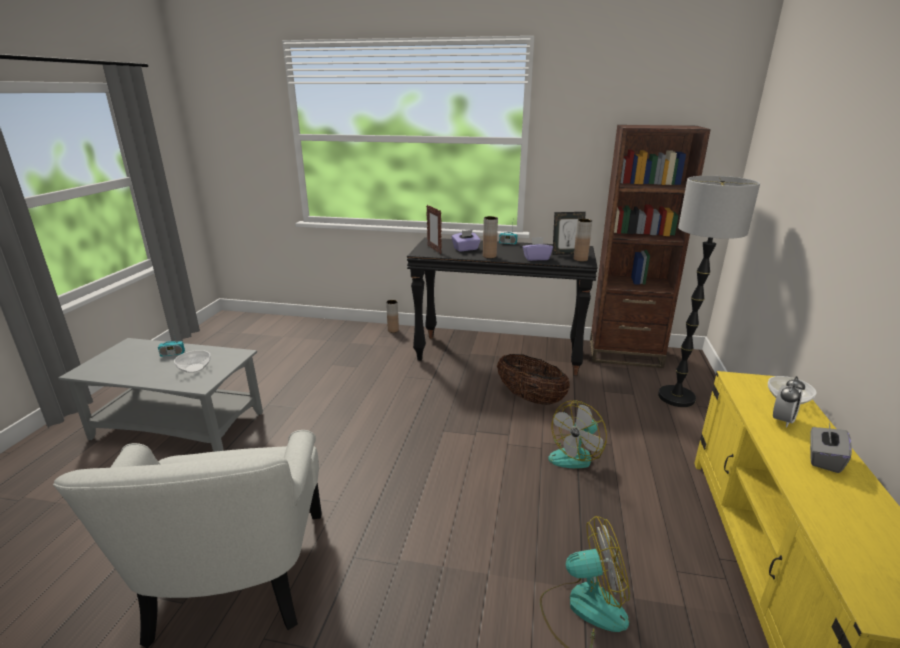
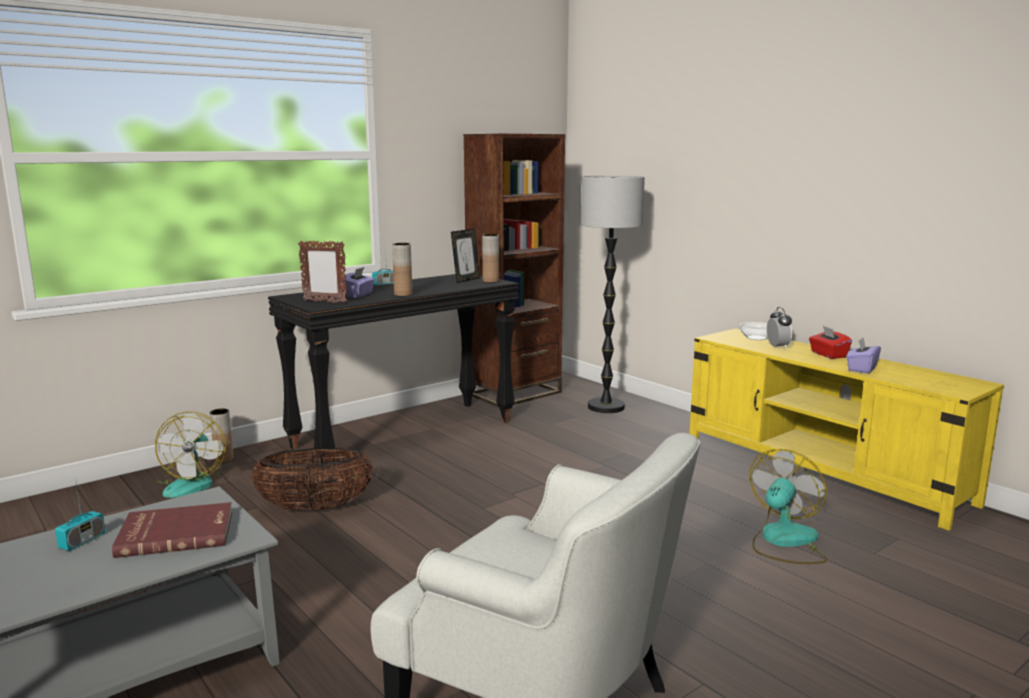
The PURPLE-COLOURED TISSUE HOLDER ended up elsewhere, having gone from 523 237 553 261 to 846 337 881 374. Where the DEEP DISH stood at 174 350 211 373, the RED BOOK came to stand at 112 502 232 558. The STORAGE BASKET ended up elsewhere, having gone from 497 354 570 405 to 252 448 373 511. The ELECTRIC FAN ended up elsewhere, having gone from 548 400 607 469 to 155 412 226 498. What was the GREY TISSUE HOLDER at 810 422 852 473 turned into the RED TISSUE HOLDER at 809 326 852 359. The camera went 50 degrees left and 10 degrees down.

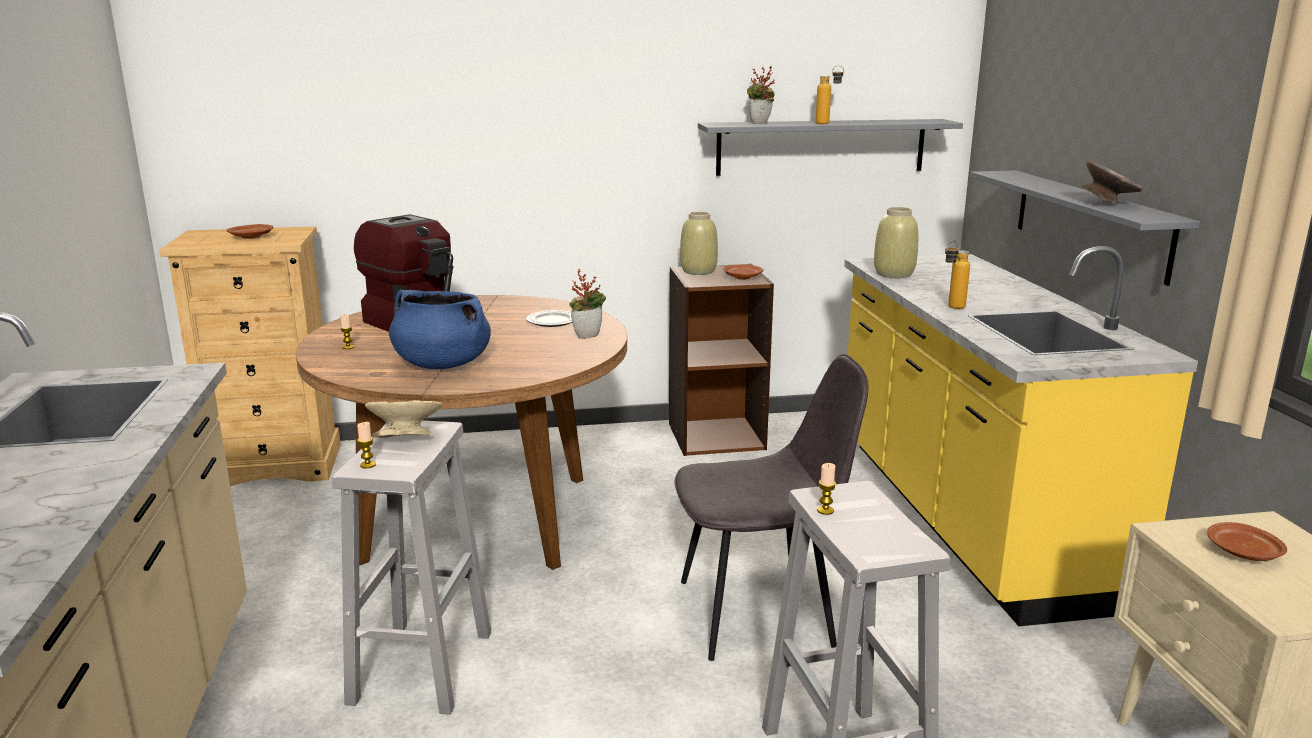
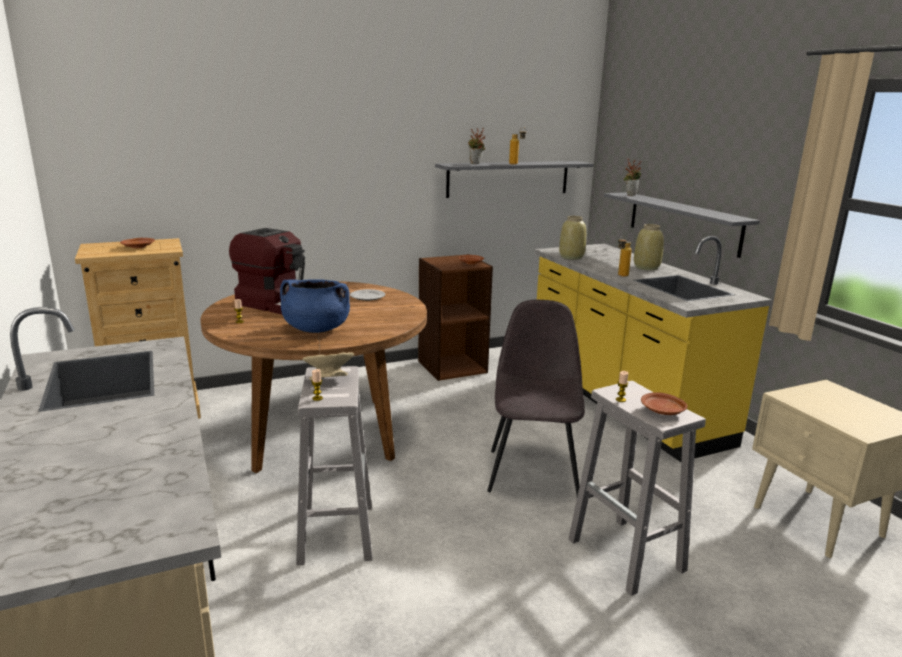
The second view lost the GREY DEEP DISH at 1082 160 1143 204. The BEIGE FLOWER VASE ended up elsewhere, having gone from 680 212 718 275 to 634 224 664 270. The HOUSEPLANT ended up elsewhere, having gone from 569 269 606 339 to 624 159 641 196. The GREY CHAIR at 674 354 868 661 ended up facing another way, 60 degrees counterclockwise from before. The BROWNISH FLAT DISH ended up elsewhere, having gone from 1207 522 1287 561 to 641 392 688 415. The camera went 15 degrees left and 0 degrees up.

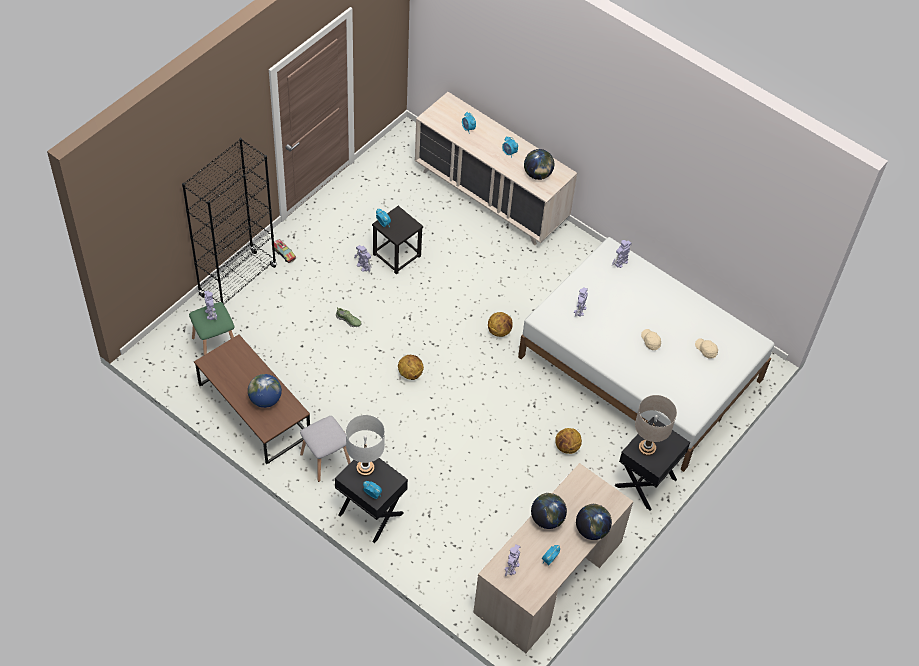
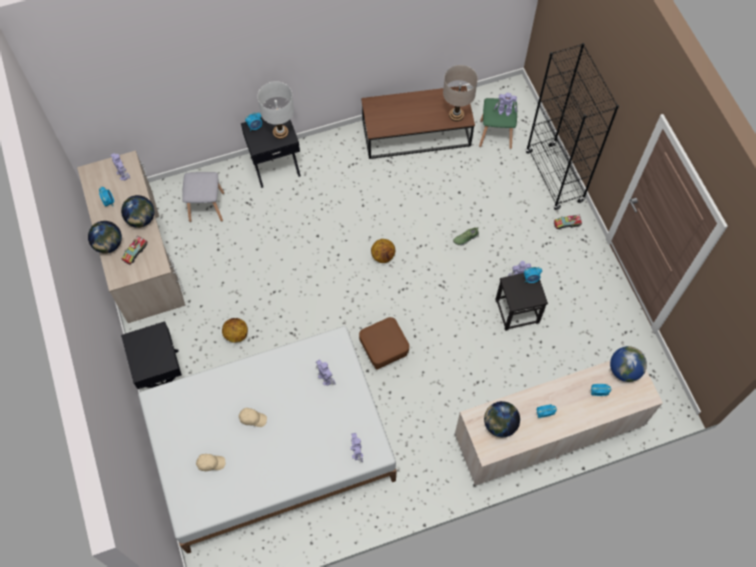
Where the BASKETBALL BALL stood at 488 312 513 337, the BROWNISH FOOTREST came to stand at 359 317 409 369. The GLOBE ended up elsewhere, having gone from 248 374 282 408 to 610 346 647 382. The BEIGE TABLE LAMP ended up elsewhere, having gone from 635 395 677 456 to 443 65 478 121. The GREY STOOL ended up elsewhere, having gone from 300 416 351 482 to 182 172 224 222. The second view gained the TOY LORRY at 122 236 147 265. The camera went 125 degrees right and 10 degrees up.

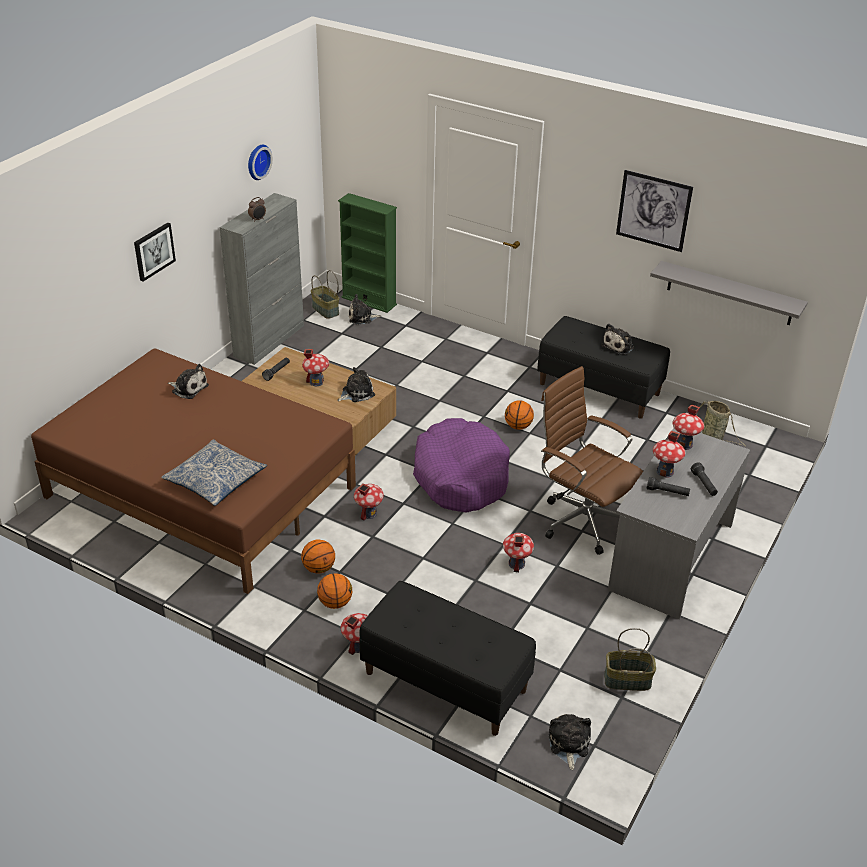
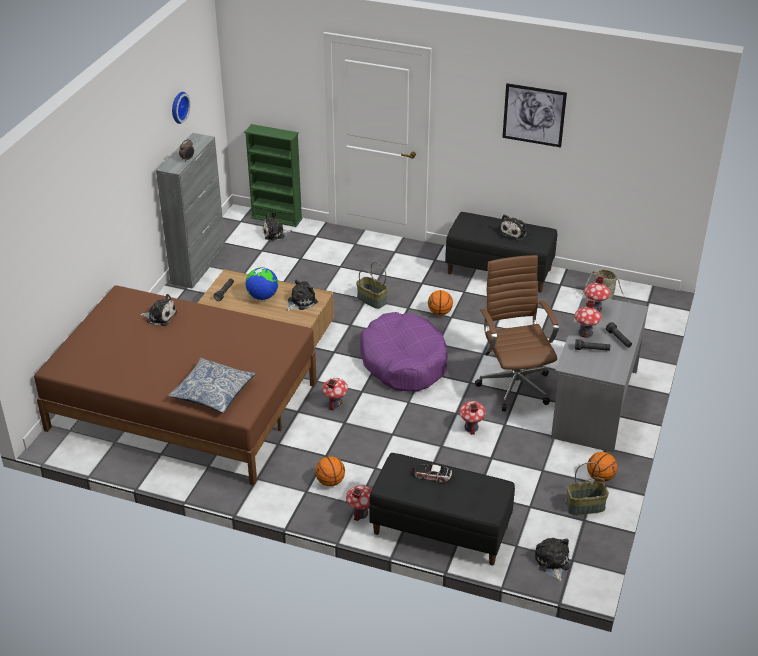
The second view lost the WALL ART at 134 223 176 282. The second view lost the GREY SHELF at 650 261 808 325. The STORAGE BASKET ended up elsewhere, having gone from 311 270 339 319 to 356 262 388 309. Where the MINIATURE HOUSE stood at 302 349 329 386, the GLOBE came to stand at 245 267 278 300. The BROWNISH OFFICE CHAIR at 541 366 643 555 ended up facing another way, 45 degrees clockwise from before. The BASKETBALL BALL ended up elsewhere, having gone from 301 540 335 574 to 587 452 617 482. The second view gained the MINIATURE CAR at 414 464 452 483. The camera went 10 degrees left and 0 degrees up.

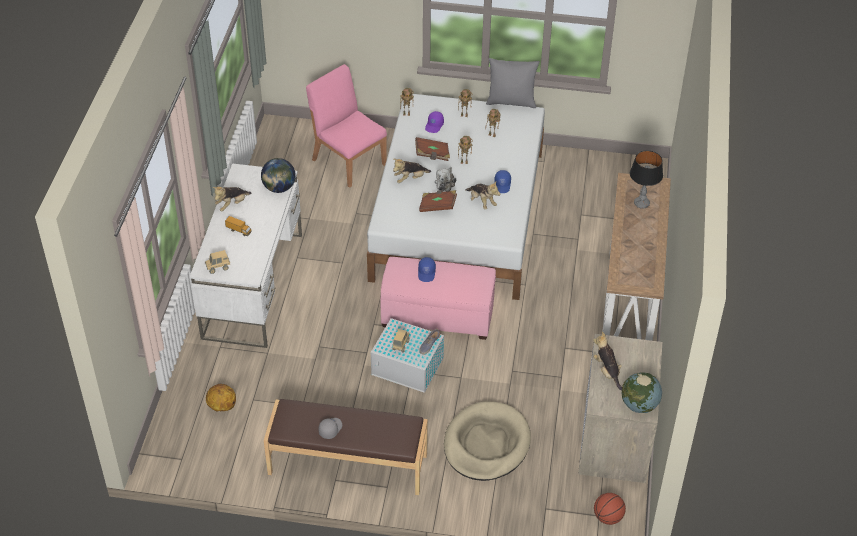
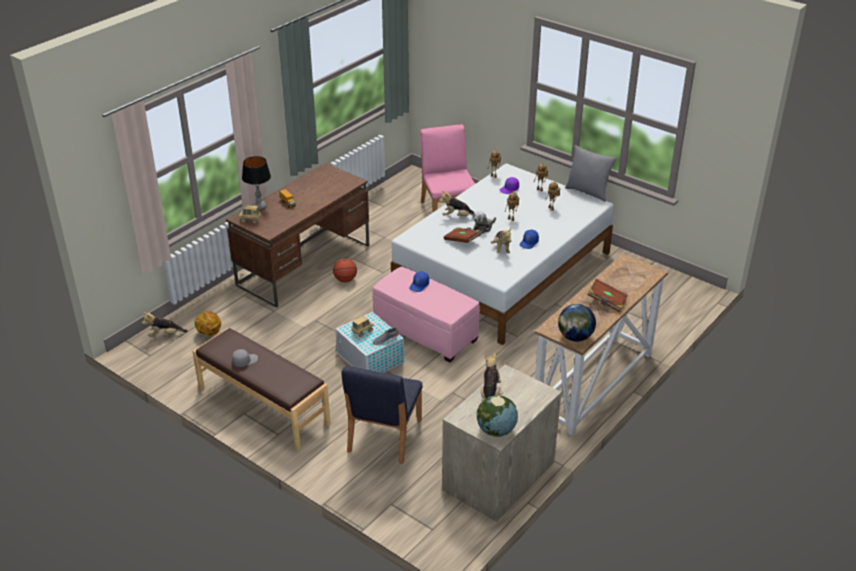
The BROWNISH BOOK ended up elsewhere, having gone from 415 137 450 161 to 587 279 628 312. The TABLE LAMP ended up elsewhere, having gone from 630 150 663 209 to 242 156 271 210. The GLOBE ended up elsewhere, having gone from 261 158 296 193 to 558 304 596 342. What was the WHITE-COLOURED DESK UNIT at 190 163 302 348 turned into the BROWNISH DESK UNIT at 226 163 369 307. The SOFT TOY ended up elsewhere, having gone from 212 186 251 211 to 142 312 188 337. Where the BEIGE DOG CUSHION stood at 444 401 531 481, the BLUE-COLOURED CHAIR came to stand at 341 366 423 464. The BASKETBALL BALL ended up elsewhere, having gone from 594 493 626 525 to 333 258 357 282. The camera went 30 degrees right and 10 degrees down.

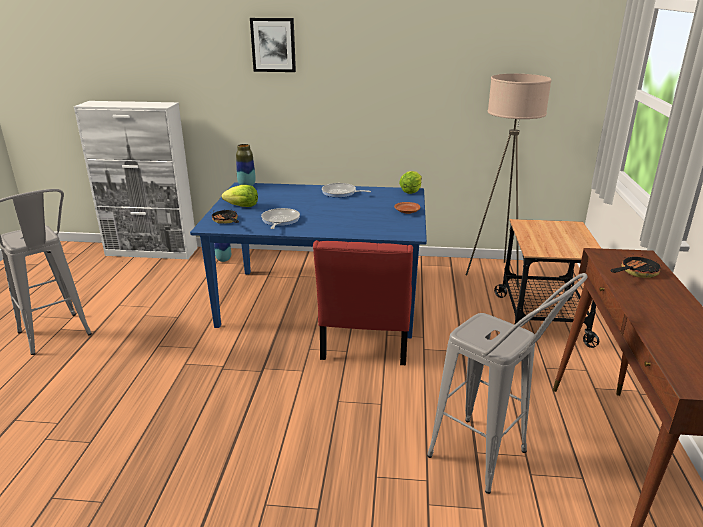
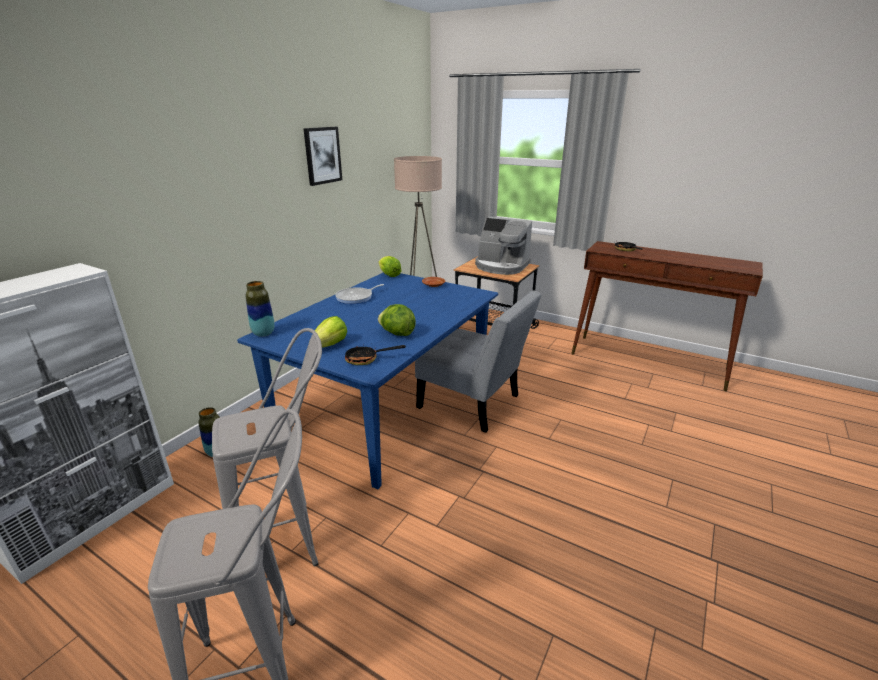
The WALL ART ended up elsewhere, having gone from 250 18 296 72 to 303 127 342 186. Where the SKILLET stood at 261 208 300 229, the LETTUCE came to stand at 378 304 416 336. What was the RED CHAIR at 313 240 413 365 turned into the GREY CHAIR at 415 290 542 433. The GREY STOOL ended up elsewhere, having gone from 427 273 588 494 to 212 328 322 566. The second view gained the COFFEE MAKER at 475 217 532 275. The camera went 65 degrees left and 0 degrees up.

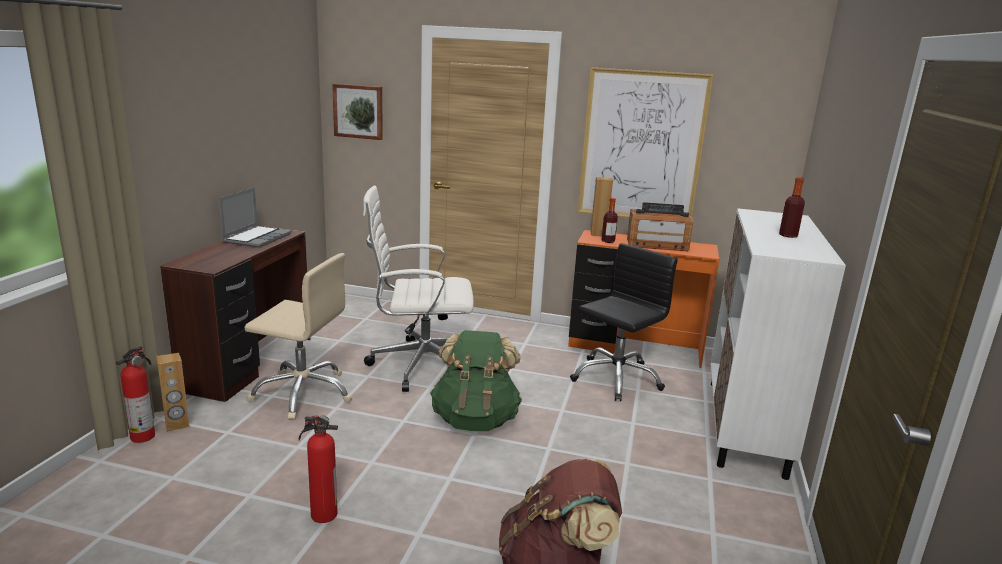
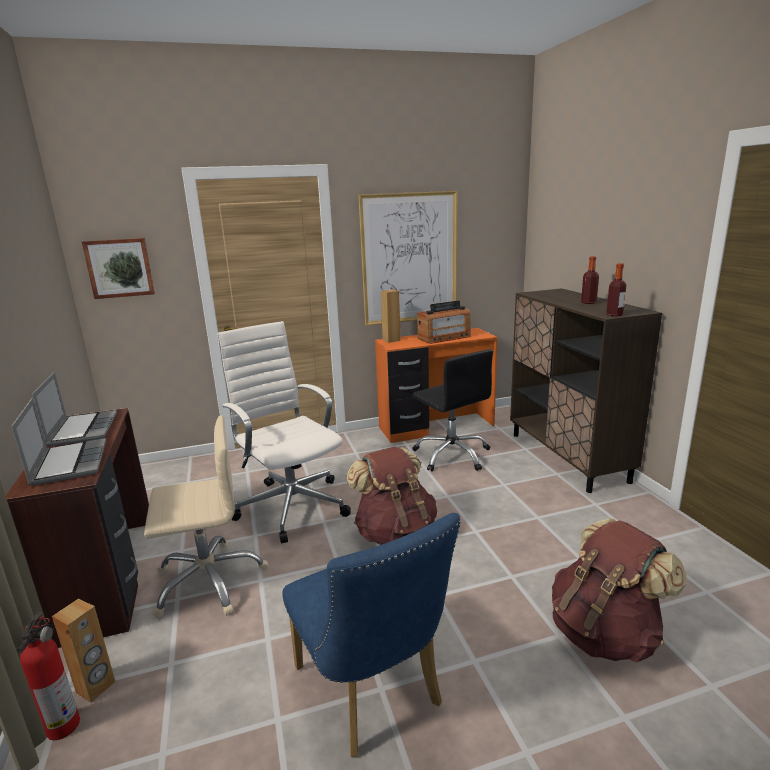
The WHITE-COLOURED OFFICE CHAIR at 363 186 474 392 ended up facing another way, 90 degrees clockwise from before. The BEVERAGE BOTTLE ended up elsewhere, having gone from 601 198 618 243 to 606 263 627 316. What was the WHITE-COLOURED CUPBOARD at 711 208 846 480 turned into the BROWNISH CUPBOARD at 510 288 662 493. The BLACKISH OFFICE CHAIR at 570 243 678 401 ended up facing another way, 135 degrees clockwise from before. What was the GREEN-COLOURED BACKPACK at 430 330 522 431 turned into the BROWNISH BACKPACK at 346 447 437 545. Where the FIRE-FIGHTING CYLINDER stood at 299 415 338 523, the BLUE-COLOURED CHAIR came to stand at 282 513 461 757. The second view gained the LAPTOP at 11 398 106 486. The camera went 30 degrees left and 0 degrees up.

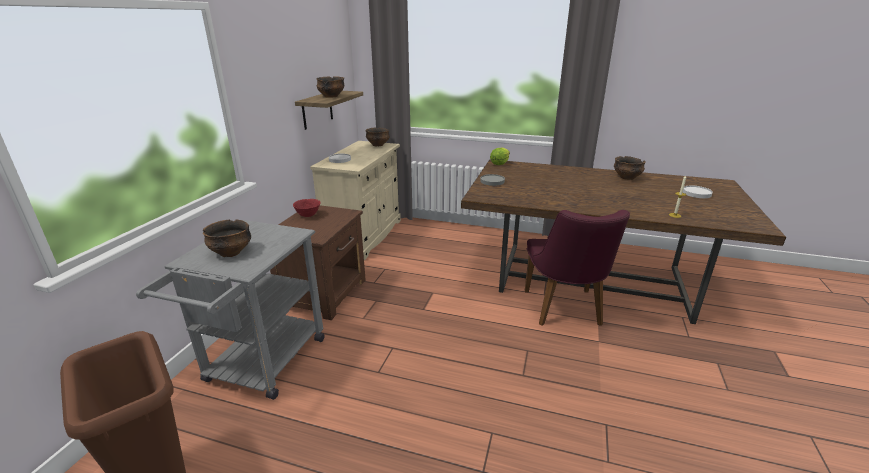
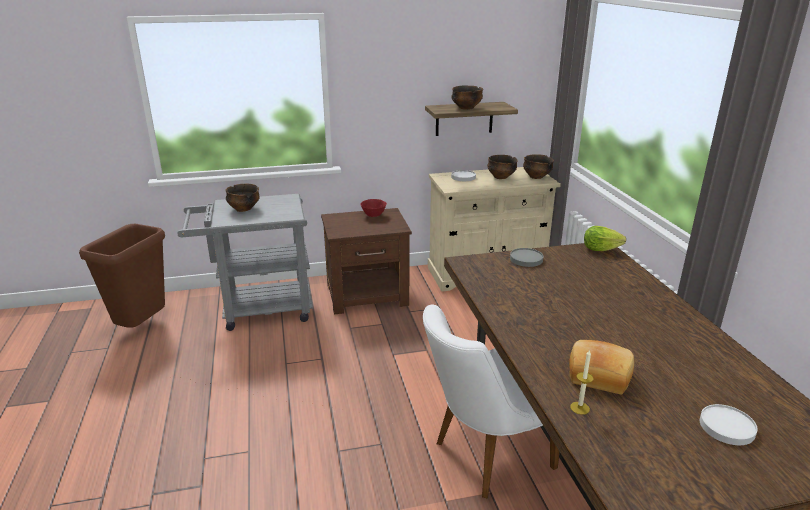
The DEEP DISH ended up elsewhere, having gone from 614 156 646 180 to 487 155 518 179. What was the PURPLE-COLOURED CHAIR at 525 210 630 326 turned into the WHITE-COLOURED CHAIR at 423 305 560 499. The second view gained the BREAD at 569 340 634 394. The camera went 60 degrees right and 0 degrees up.

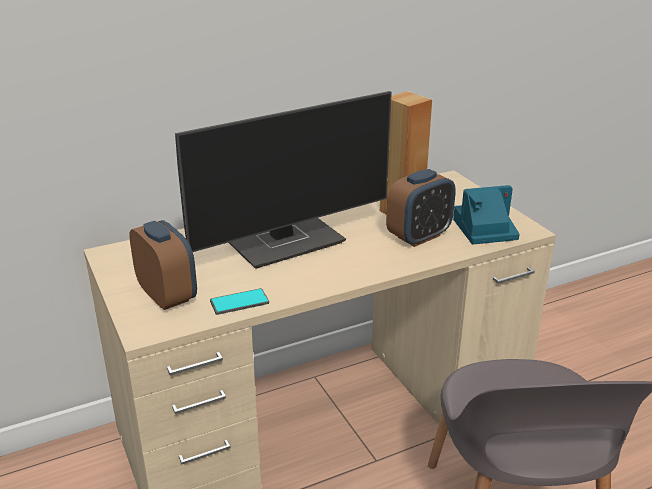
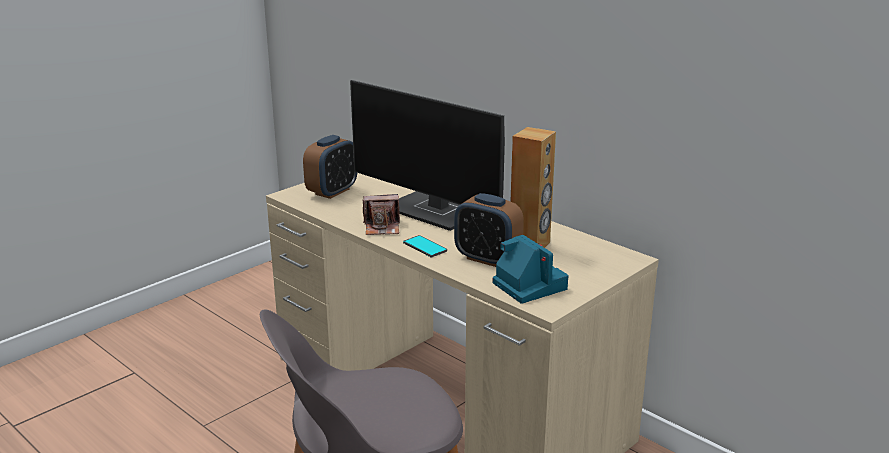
The PHONE ended up elsewhere, having gone from 210 288 269 315 to 403 235 447 257. The second view gained the STILL CAMERA at 363 194 400 235. The camera went 70 degrees right and 5 degrees down.

